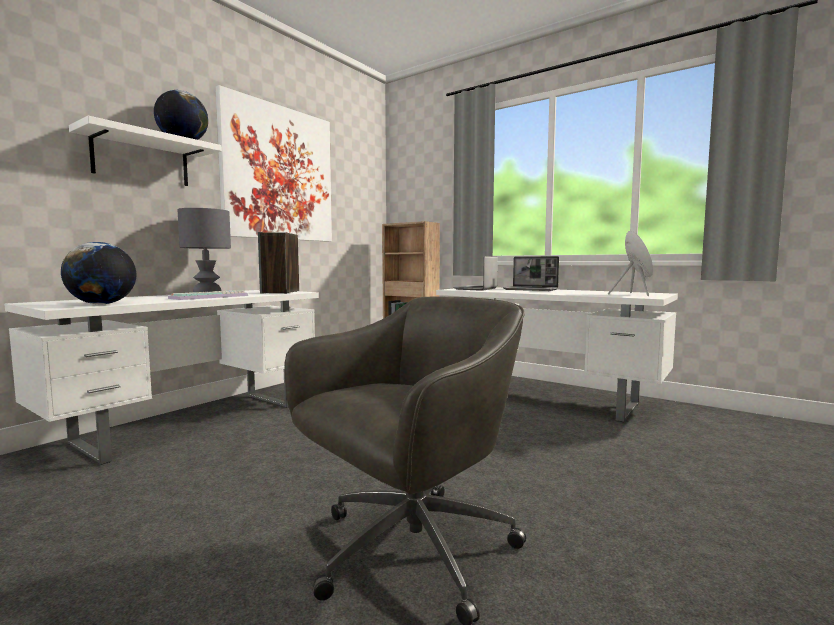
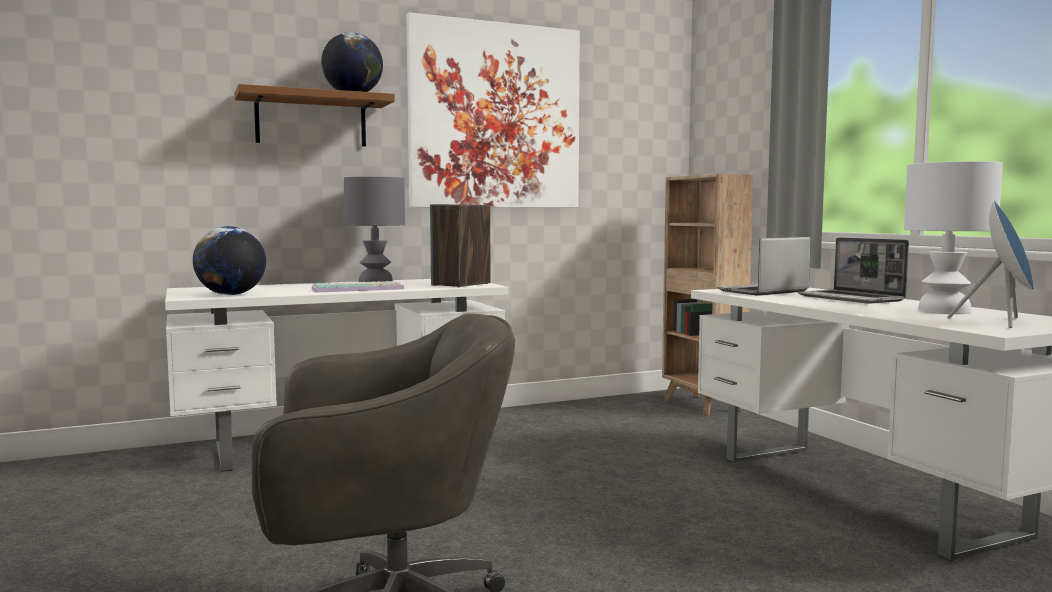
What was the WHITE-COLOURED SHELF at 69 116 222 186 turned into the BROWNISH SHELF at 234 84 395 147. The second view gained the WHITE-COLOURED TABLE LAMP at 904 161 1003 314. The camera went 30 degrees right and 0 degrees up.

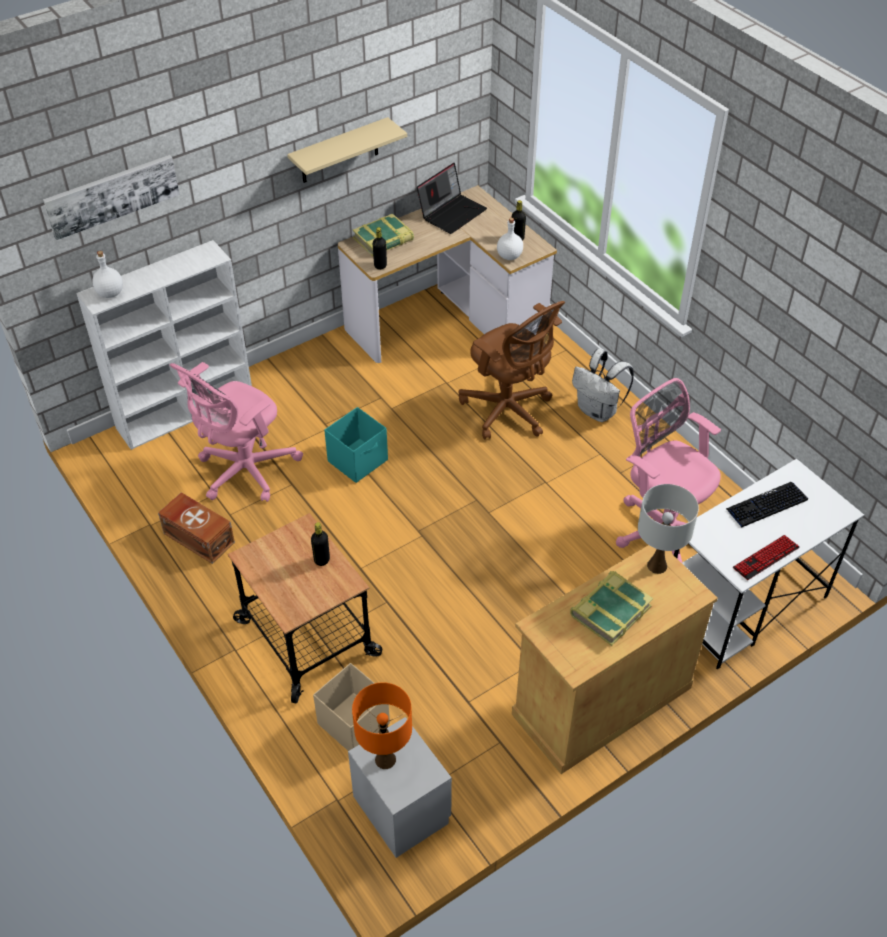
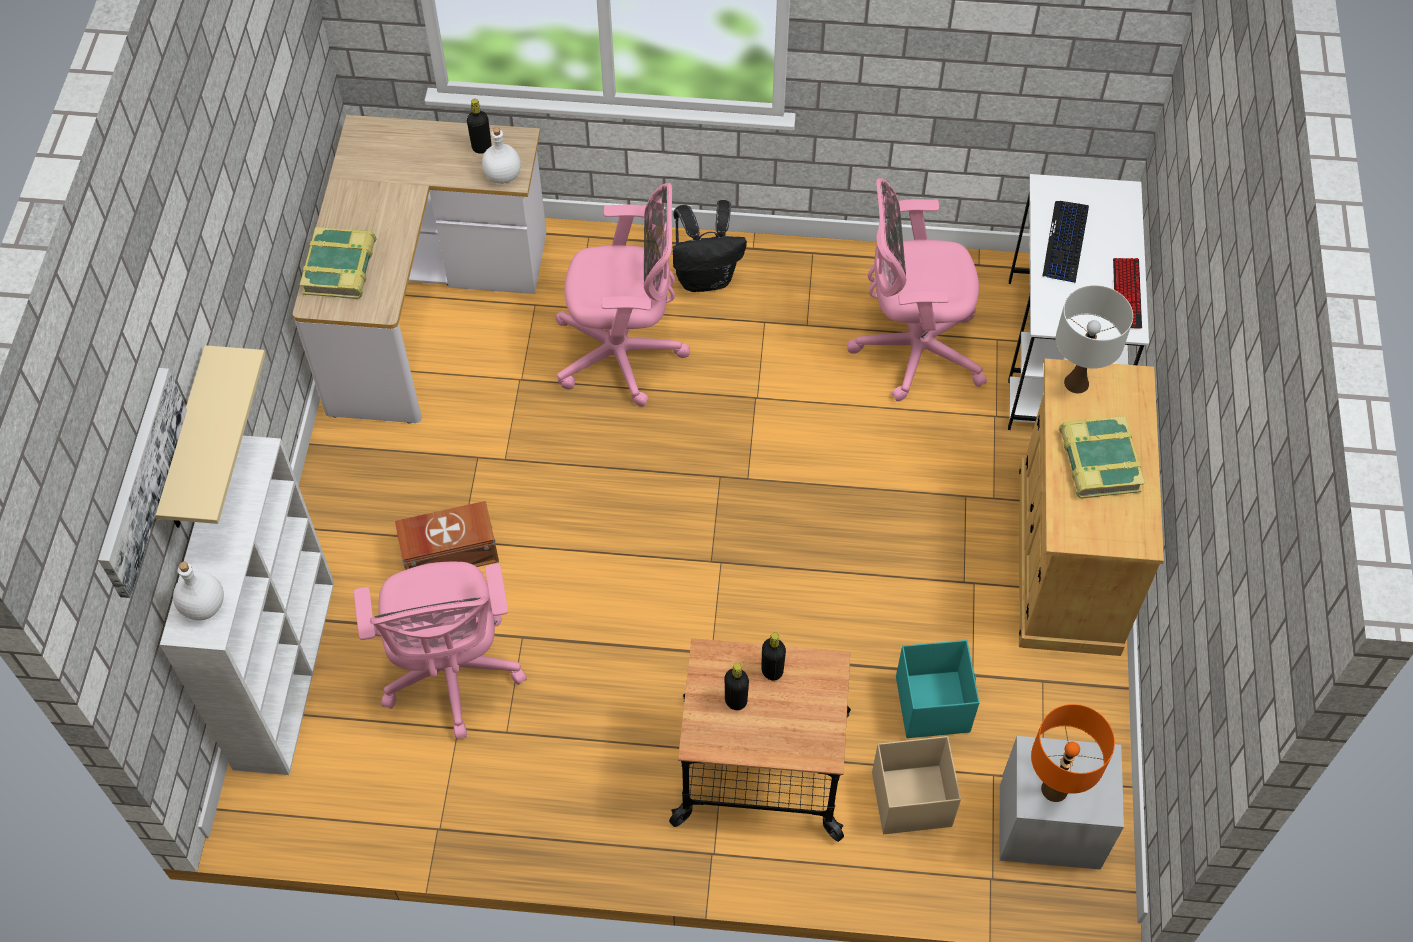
The BEIGE SHELF ended up elsewhere, having gone from 287 117 407 183 to 155 345 265 528. The second view lost the LAPTOP at 417 163 487 234. The BLACKISH BEVERAGE BOTTLE ended up elsewhere, having gone from 373 227 387 270 to 725 663 749 710. What was the BROWNISH OFFICE CHAIR at 459 301 565 440 turned into the PINK OFFICE CHAIR at 556 183 690 407. What was the WHITE-COLOURED BACKPACK at 572 349 634 422 turned into the BLACKISH BACKPACK at 673 200 747 292. The BLUE-GREEN STORAGE BIN ended up elsewhere, having gone from 324 407 388 483 to 896 640 980 738. The BROWNISH STORAGE BIN ended up elsewhere, having gone from 158 492 235 564 to 395 501 499 570. The camera went 50 degrees left and 10 degrees up.

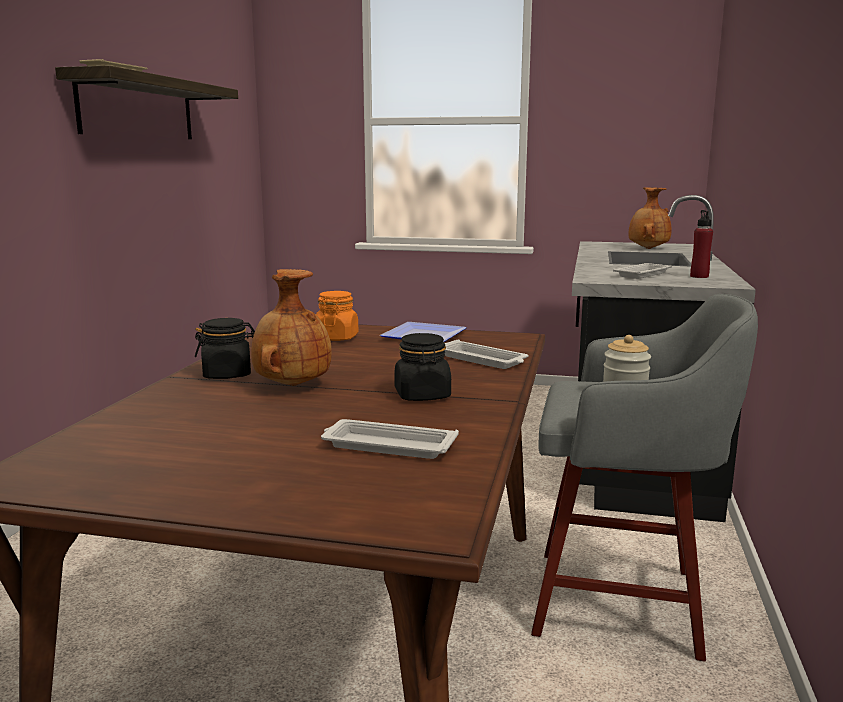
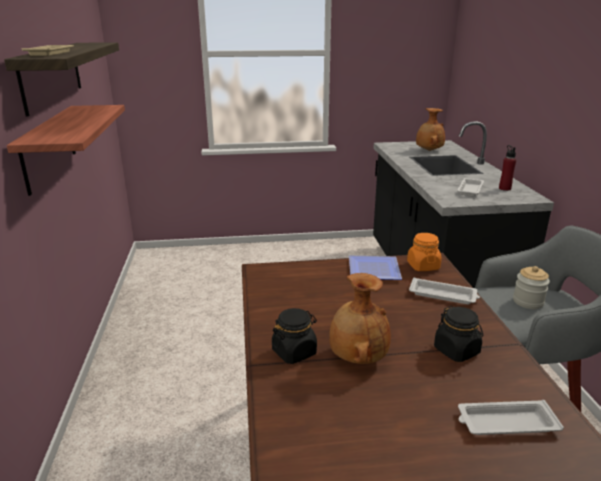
The ORANGE JAR ended up elsewhere, having gone from 316 291 358 341 to 407 233 442 271. The second view gained the SHELF at 7 105 125 196. The camera went 20 degrees left and 10 degrees up.

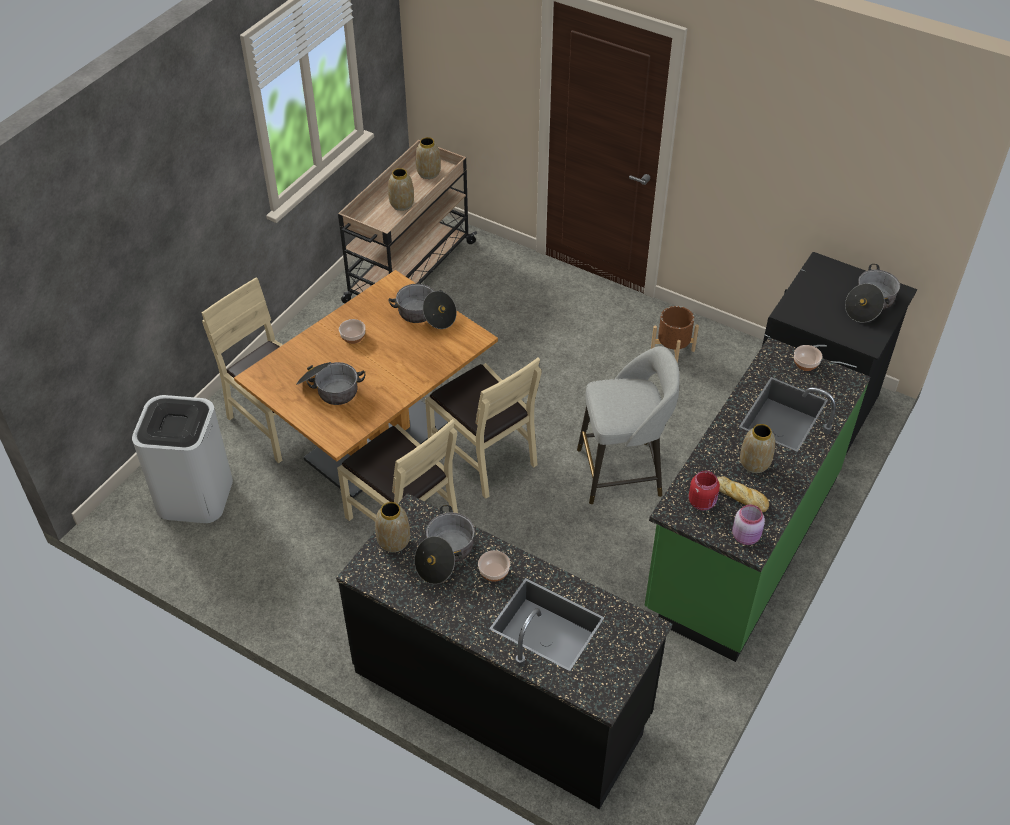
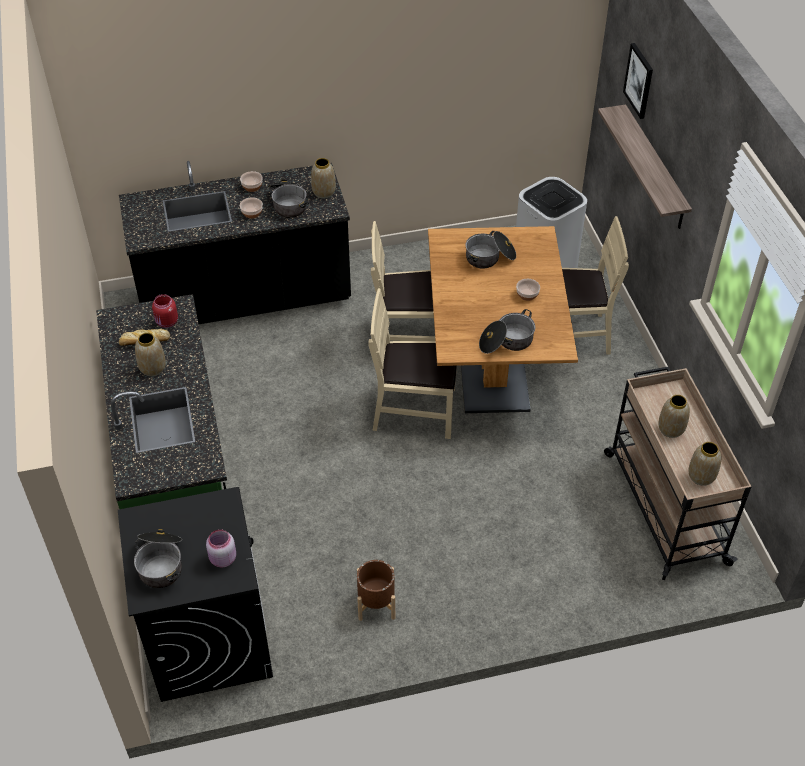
The DEEP DISH ended up elsewhere, having gone from 794 345 822 371 to 240 171 263 192. The second view lost the GREY STOOL at 577 346 679 504. The PINK JAR ended up elsewhere, having gone from 732 505 765 545 to 206 529 236 567. The second view gained the WALL ART at 623 43 653 119. The second view gained the SHELF at 598 105 692 229. The camera went 135 degrees right and 0 degrees up.

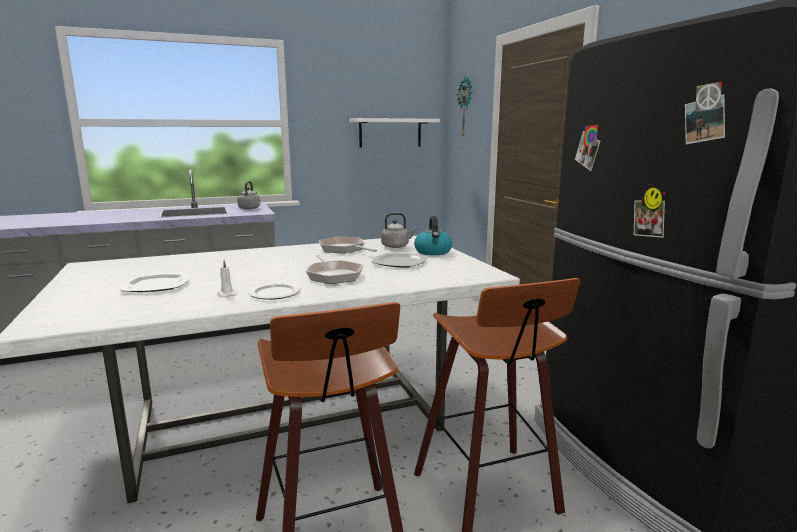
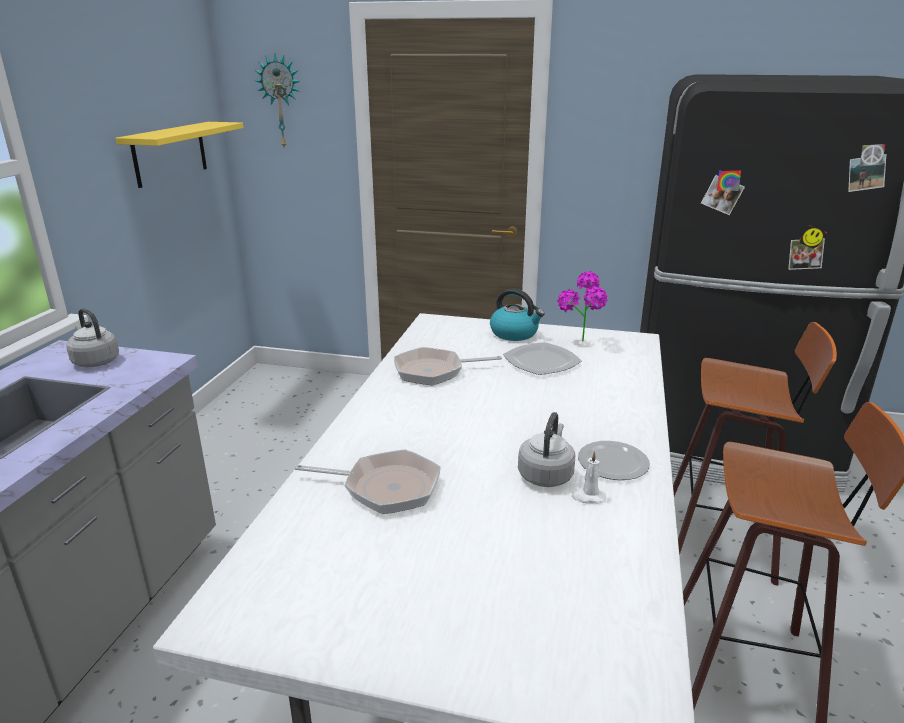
What was the WHITE-COLOURED SHELF at 349 118 440 147 turned into the YELLOW SHELF at 116 122 244 188. The GREY TEA KETTLE ended up elsewhere, having gone from 381 213 417 248 to 518 412 575 487. The SKILLET ended up elsewhere, having gone from 306 255 363 284 to 295 449 441 514. The second view lost the FLAT DISH at 120 273 189 292. The second view gained the HOUSEPLANT at 557 271 608 341. The camera went 55 degrees left and 10 degrees up.

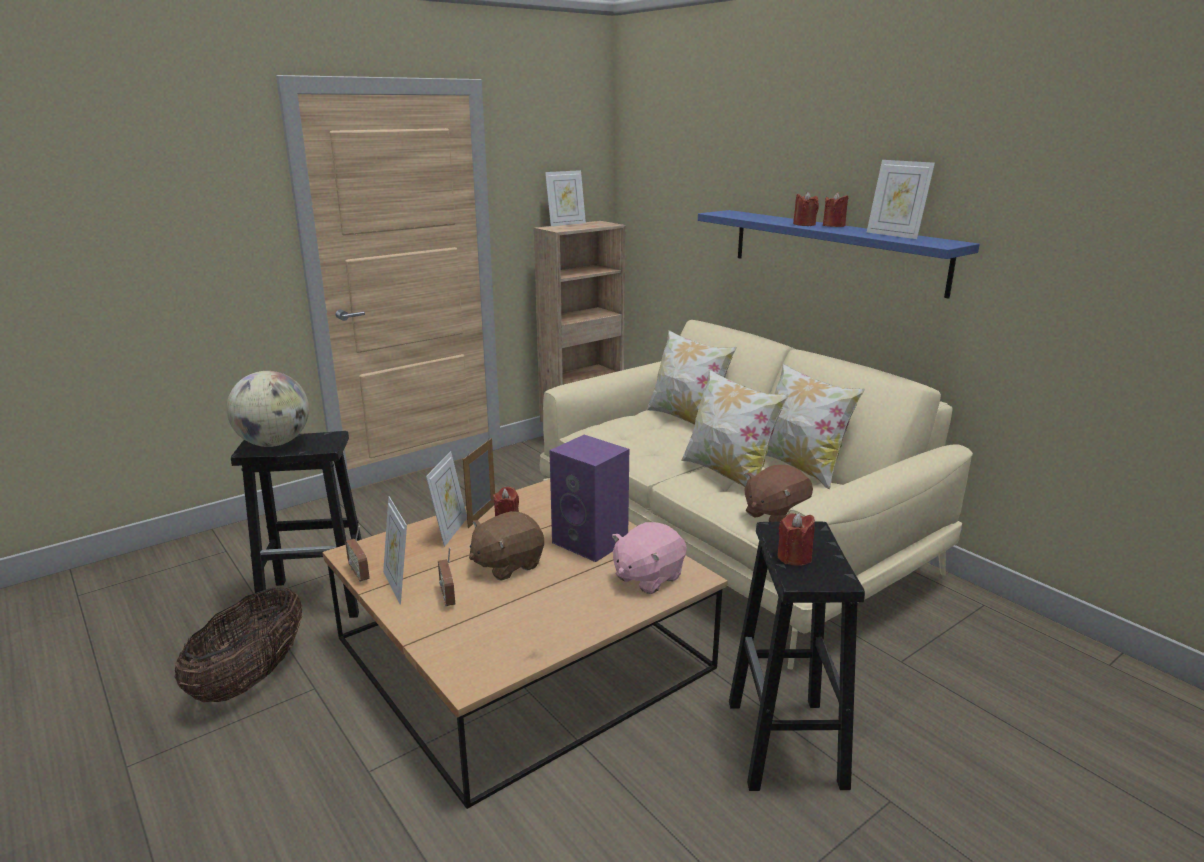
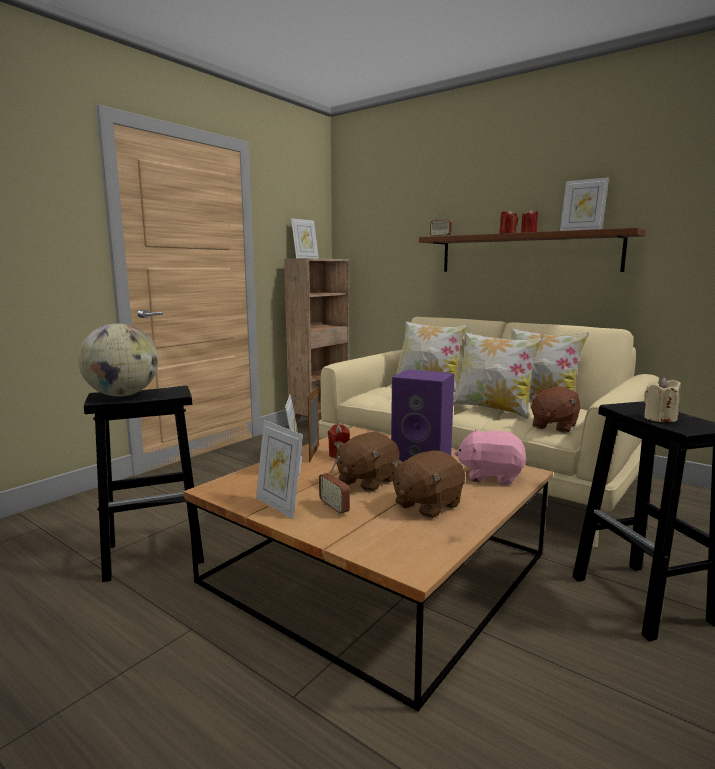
What was the BLUE-COLOURED SHELF at 698 210 980 299 turned into the BROWNISH SHELF at 419 228 645 272. What was the RED WAX CANDLE at 777 513 815 566 turned into the BEIGE WAX CANDLE at 644 377 681 422. The PINK SOFT TOY at 612 522 687 594 ended up facing another way, 75 degrees clockwise from before. The RADIO ended up elsewhere, having gone from 345 526 370 582 to 430 208 452 236. The second view lost the STORAGE BASKET at 174 586 303 702. The second view gained the BROWNISH SOFT TOY at 392 450 465 518. The camera went 15 degrees left and 10 degrees down.

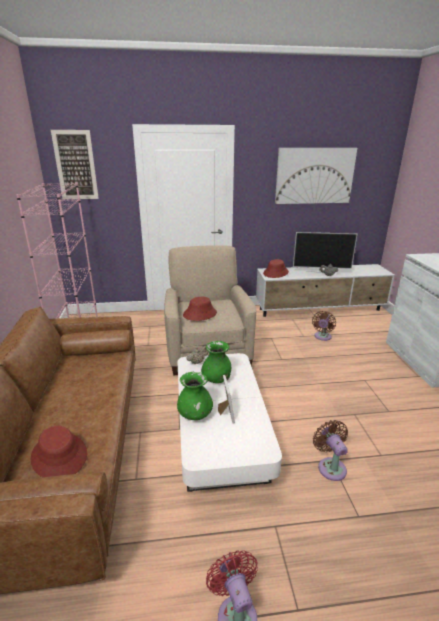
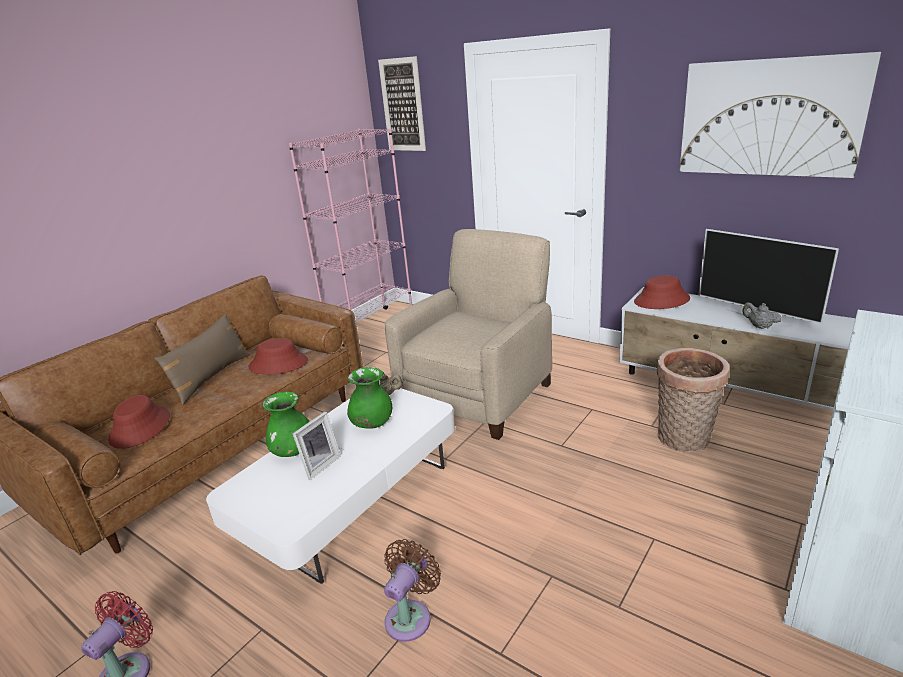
The RED HAT ended up elsewhere, having gone from 183 297 217 321 to 248 338 308 375. Where the BROWNISH ELECTRIC FAN stood at 312 311 336 341, the STORAGE BASKET came to stand at 657 348 730 452. The second view gained the BROWNISH PILLOW at 155 314 250 405. The camera went 45 degrees right and 0 degrees up.

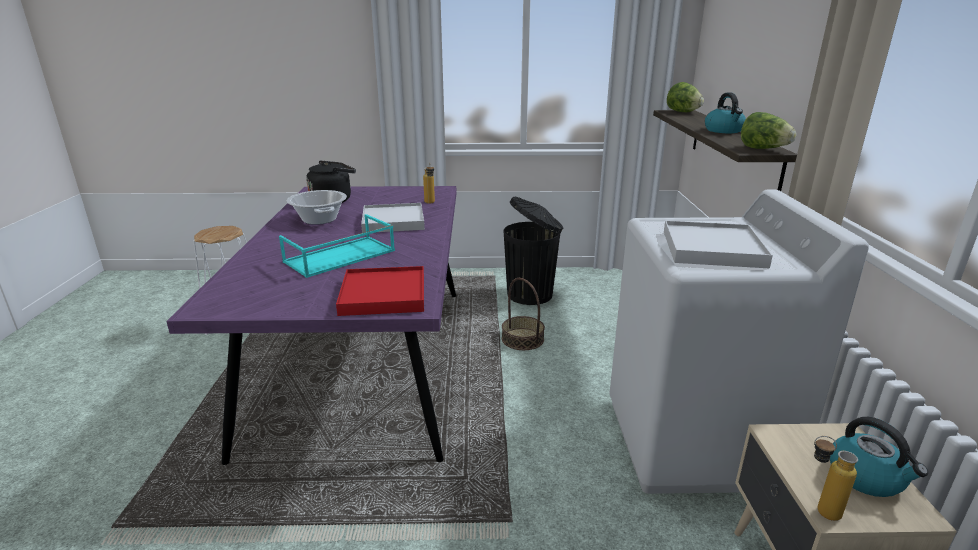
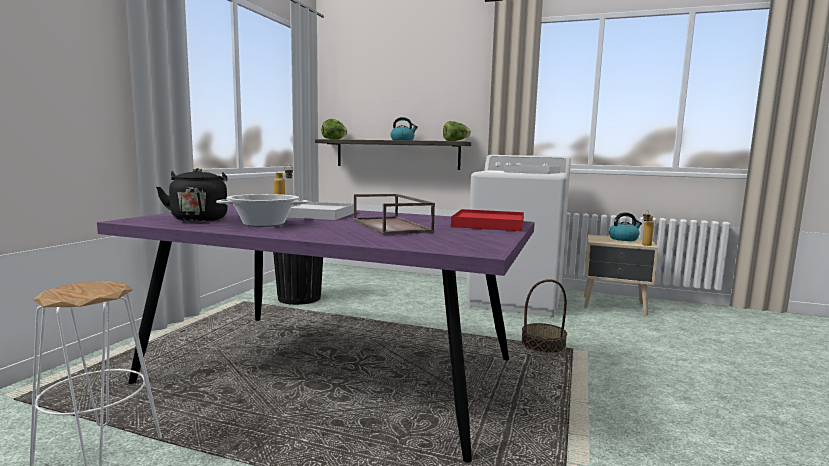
What was the BLUE-GREEN TRAY at 279 214 395 278 turned into the BROWNISH TRAY at 353 194 435 235. The STORAGE BASKET ended up elsewhere, having gone from 502 278 545 350 to 521 279 567 353. The camera went 70 degrees left and 15 degrees down.

